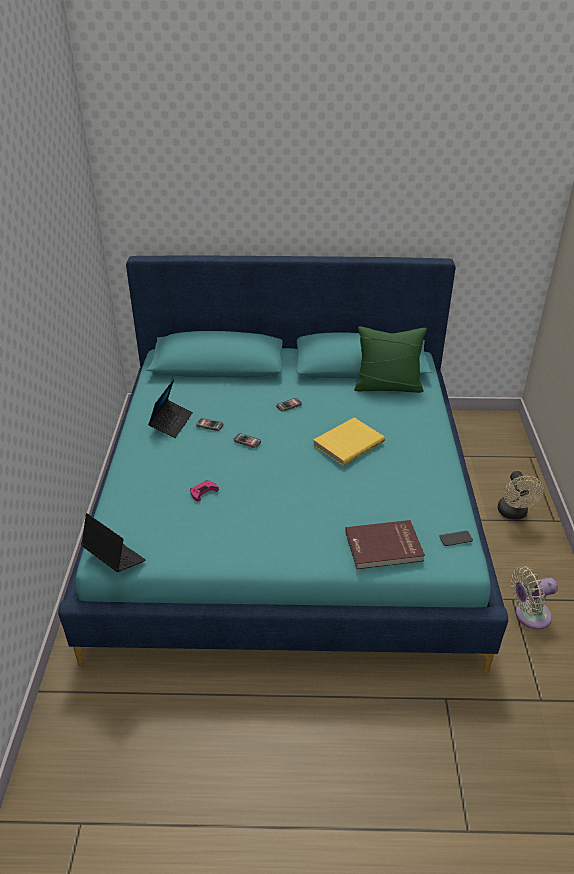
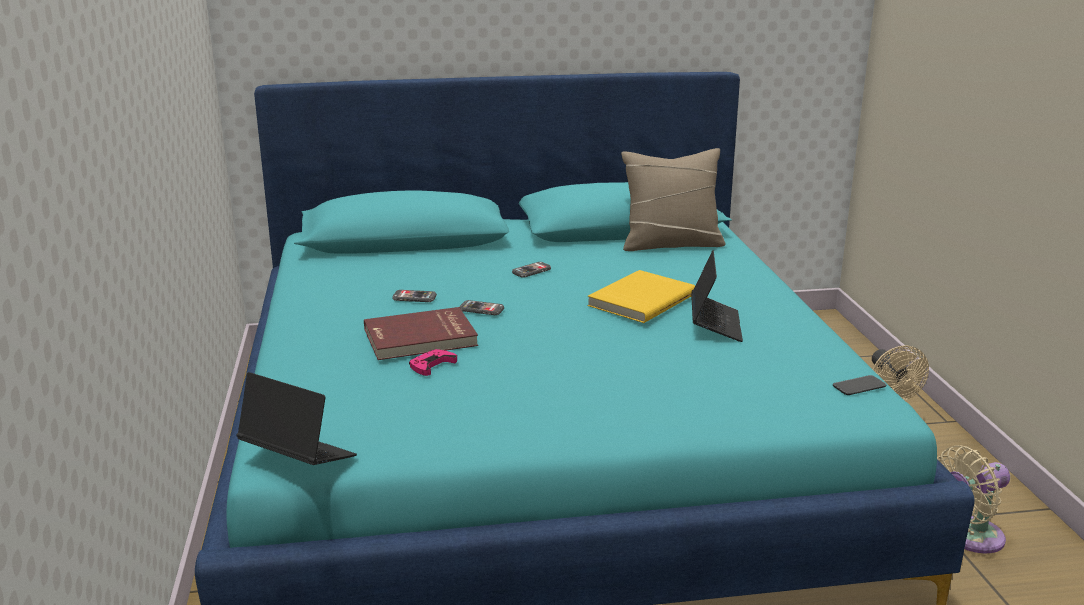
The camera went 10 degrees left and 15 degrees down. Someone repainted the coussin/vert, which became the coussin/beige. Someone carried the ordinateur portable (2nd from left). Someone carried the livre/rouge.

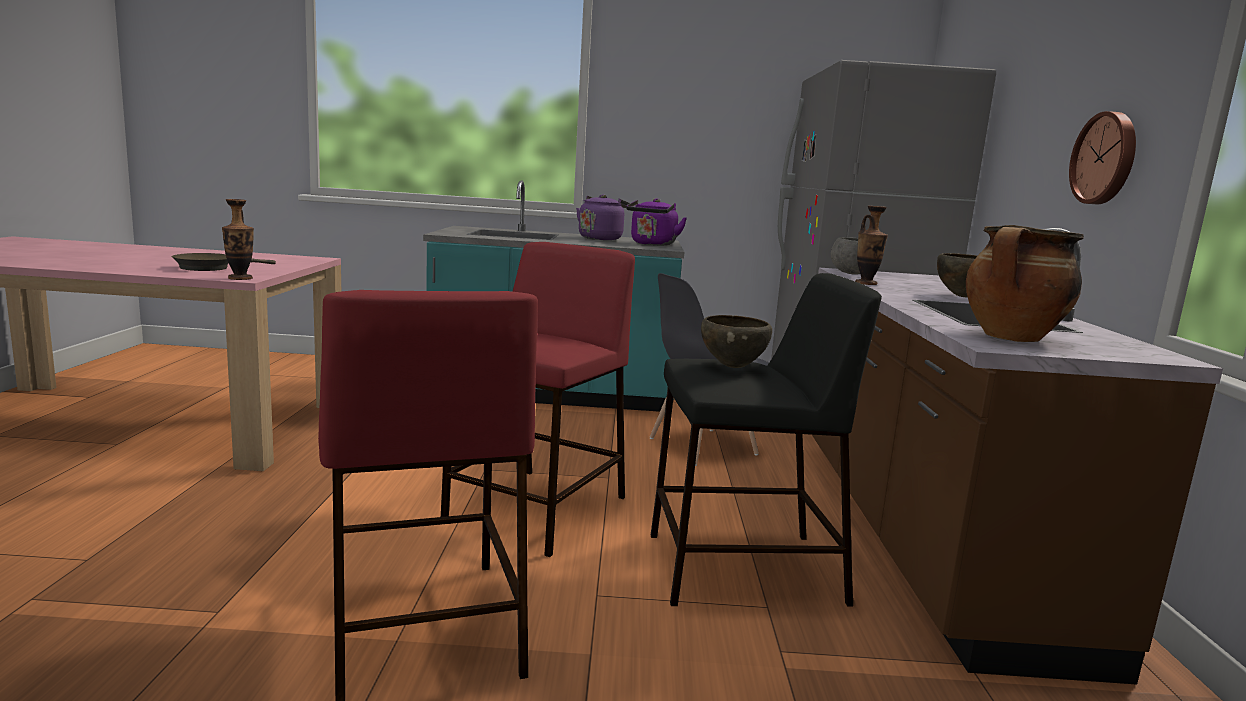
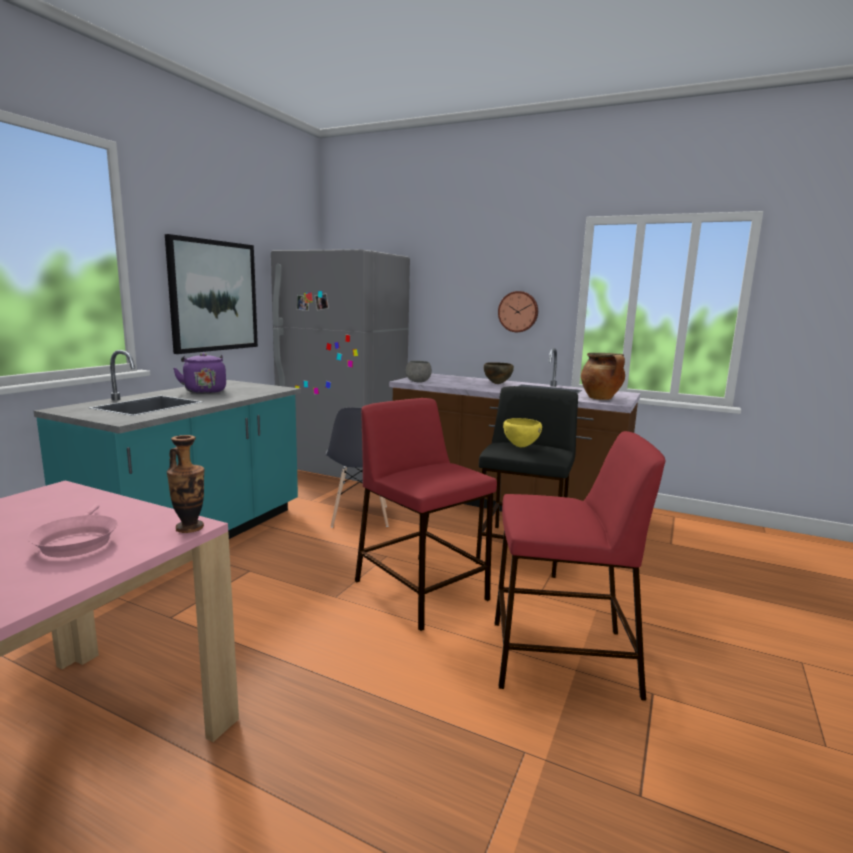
The camera went 65 degrees left and 0 degrees up. Someone took away the bouilloire/violet (2nd from left). Someone took away the vase (2nd from left). Someone repainted the poêle/marron, which became the poêle/rose. Someone repainted the bol/marron (1st from left), which became the bol/jaune. Someone put up the tableau.

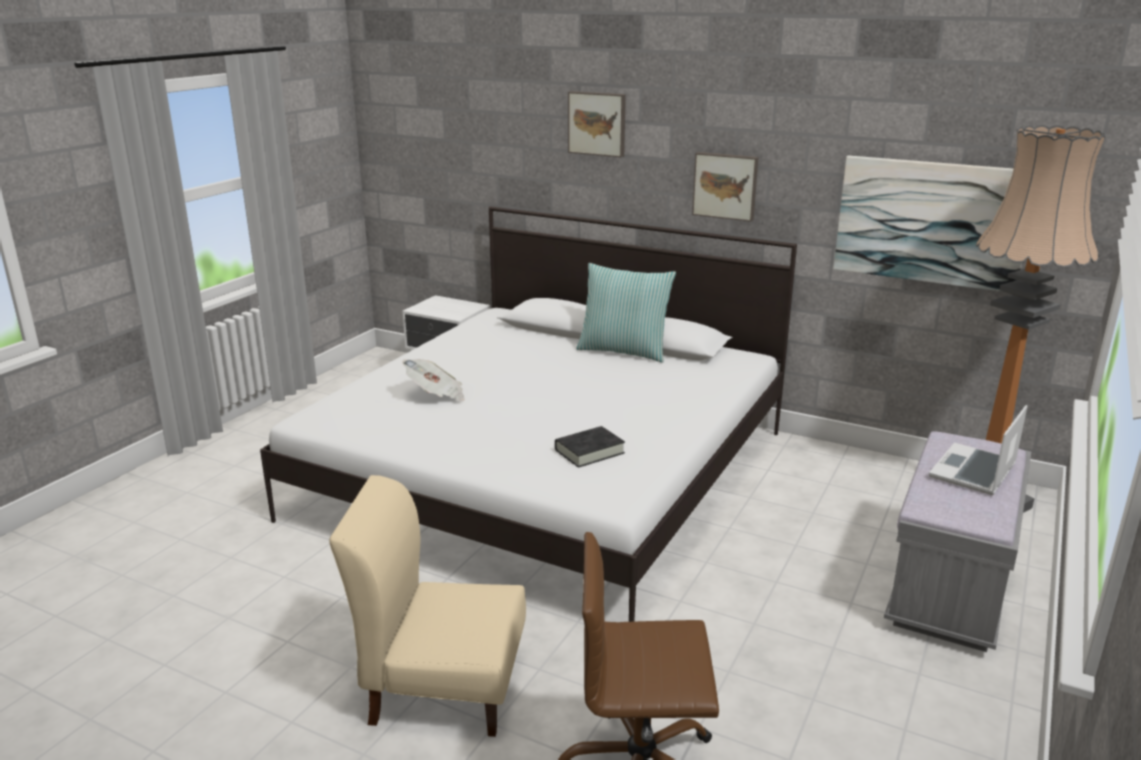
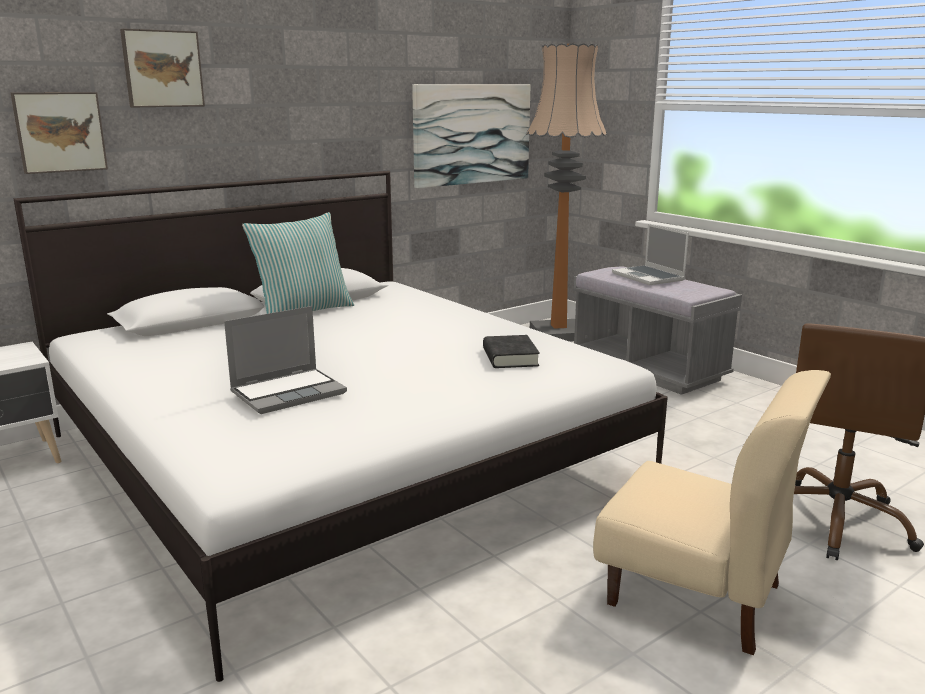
The camera went 65 degrees left and 5 degrees down. Someone carried the tableau (2nd from left in the first image). Someone swapped the journal for the ordinateur portable (1st from left). Someone rotated the chaise/beige by 90 degrees counterclockwise.

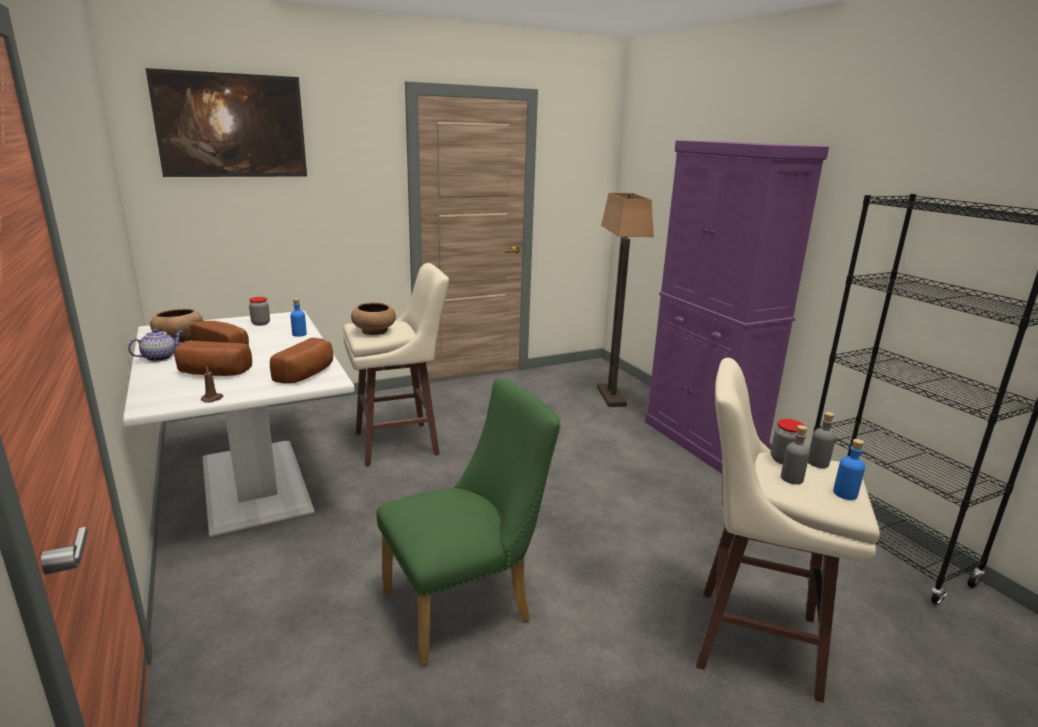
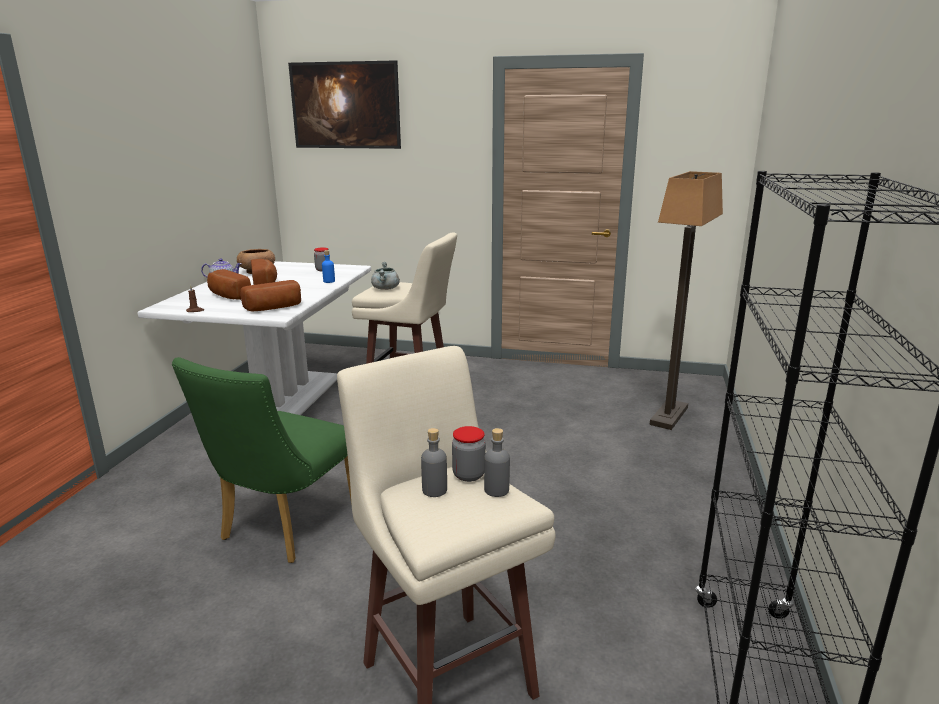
The camera went 40 degrees right and 0 degrees up. Someone took away the meuble de rangement/violet. Someone swapped the bol/marron (2nd from left) for the marmite/gris. Someone rotated the chaise/vert by 105 degrees clockwise. Someone took away the bouteille/bleu (2nd from left).

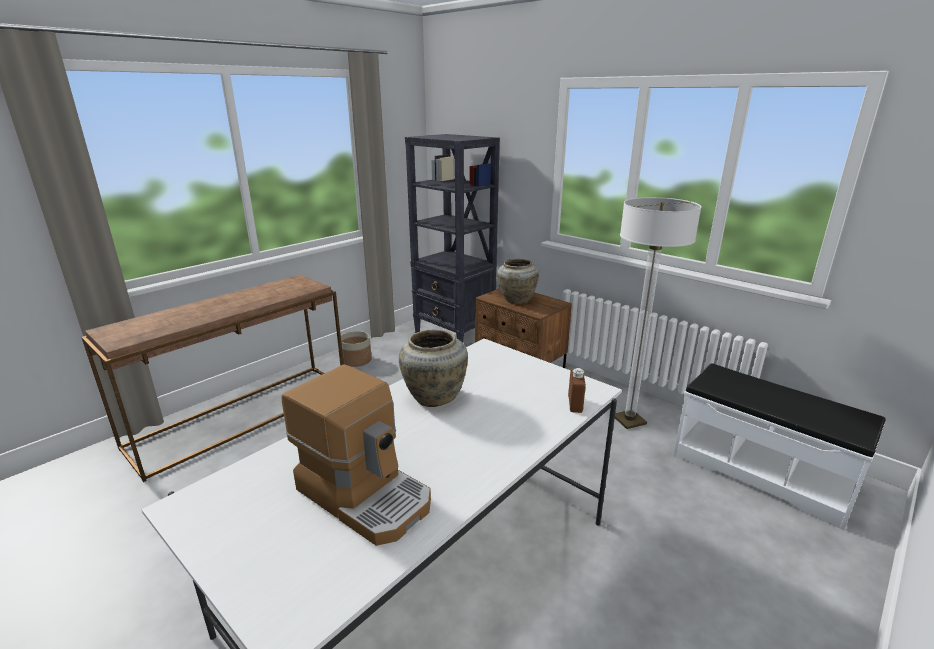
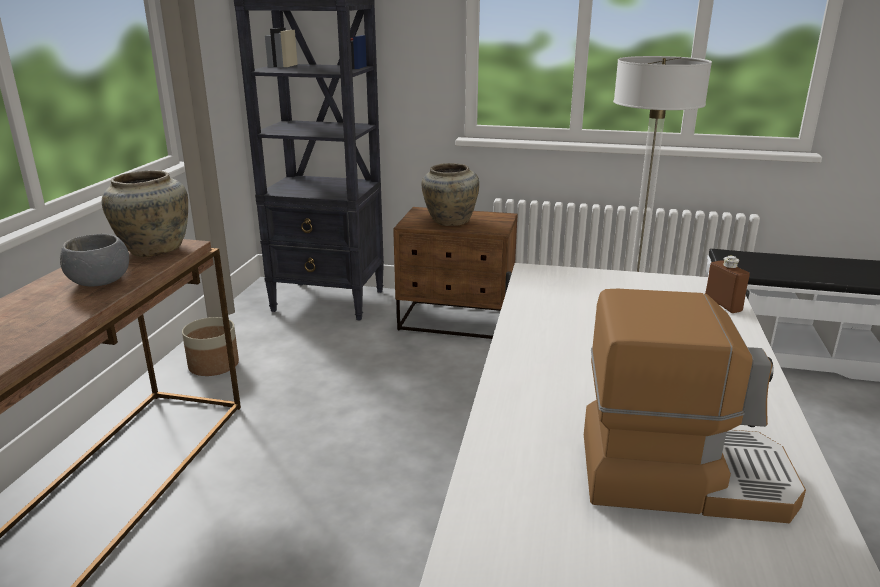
The camera went 30 degrees left and 0 degrees up. Someone carried the vase/beige (1st from left). Someone put down the bol/gris.

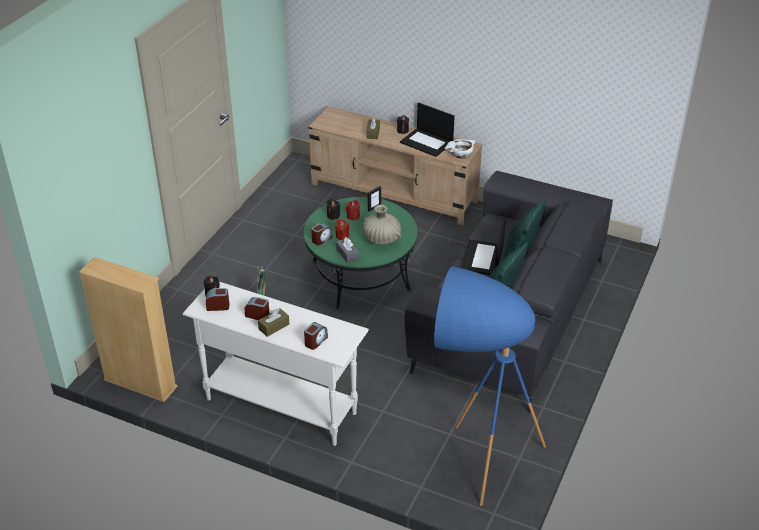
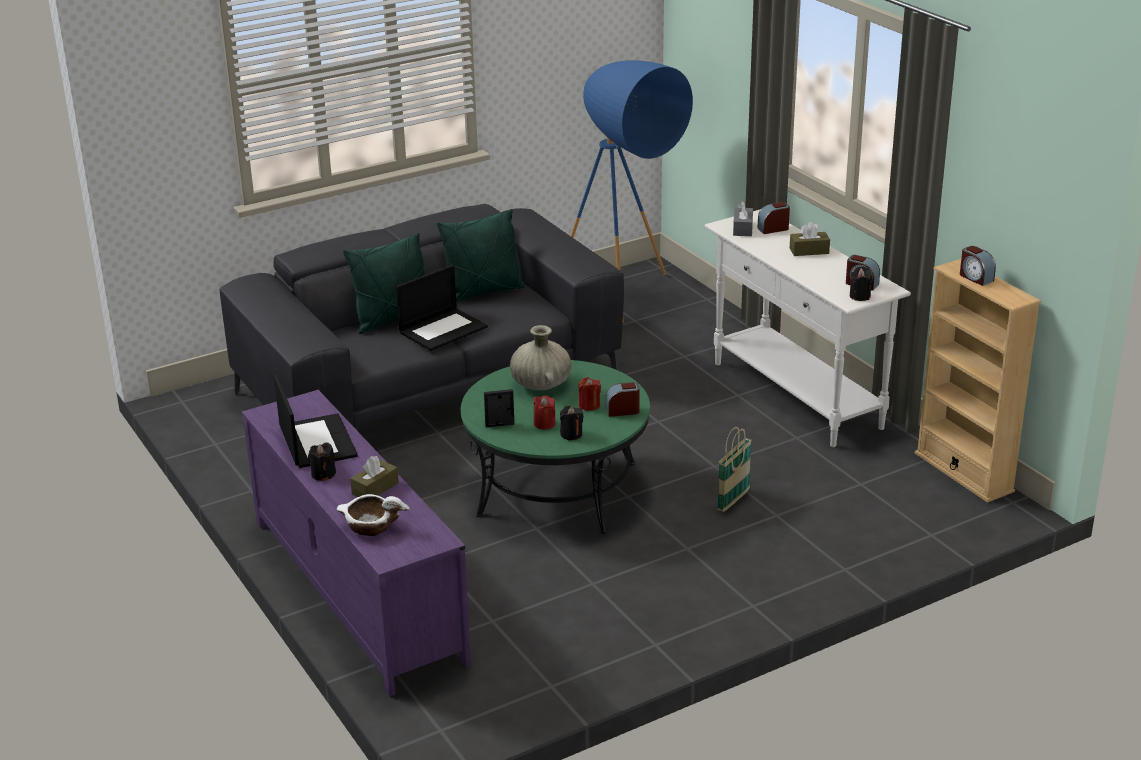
The camera went 145 degrees left and 10 degrees down. Someone repainted the meuble télé/beige, which became the meuble télé/violet. Someone carried the bol/blanc. Someone carried the boîte à mouchoirs/gris. Someone carried the réveil (2nd from left in the first image).

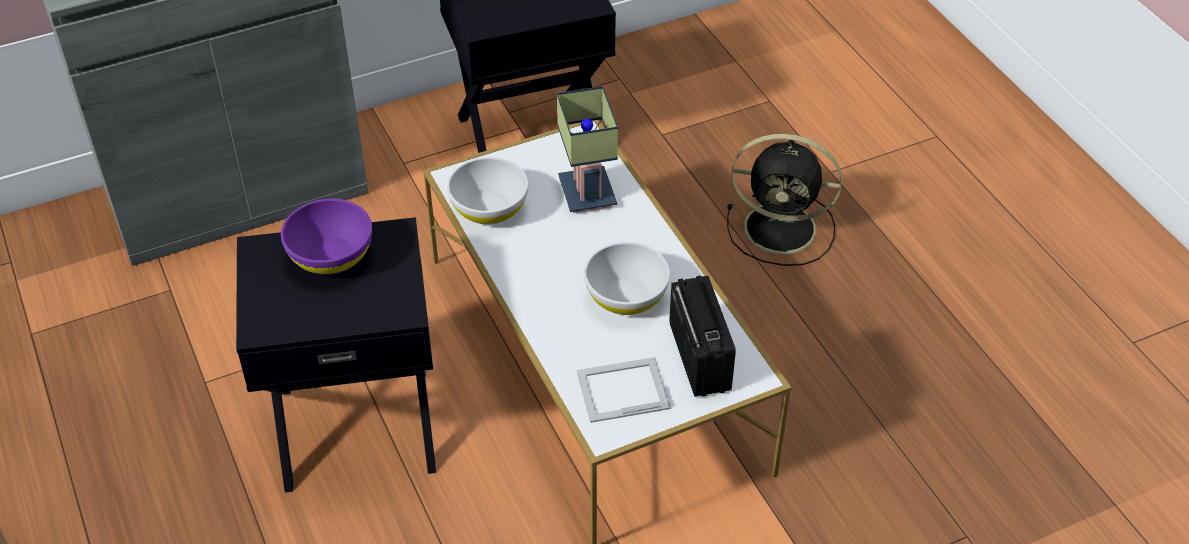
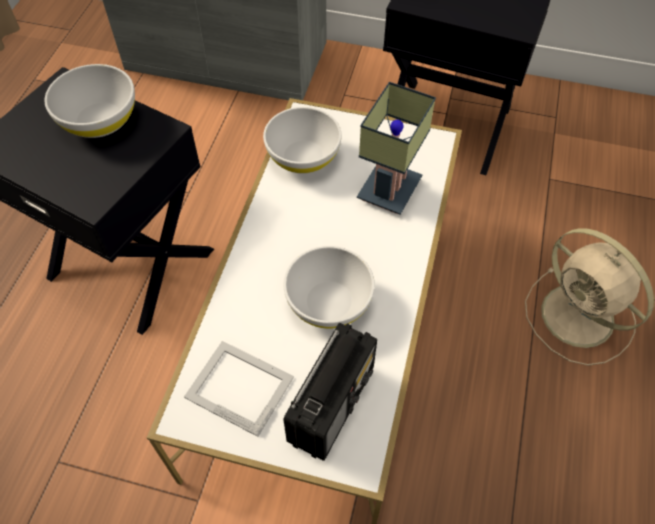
The camera went 40 degrees right and 10 degrees up. Someone repainted the ventilateur/noir, which became the ventilateur/beige. Someone repainted the bol/violet, which became the bol/blanc (1st from left).

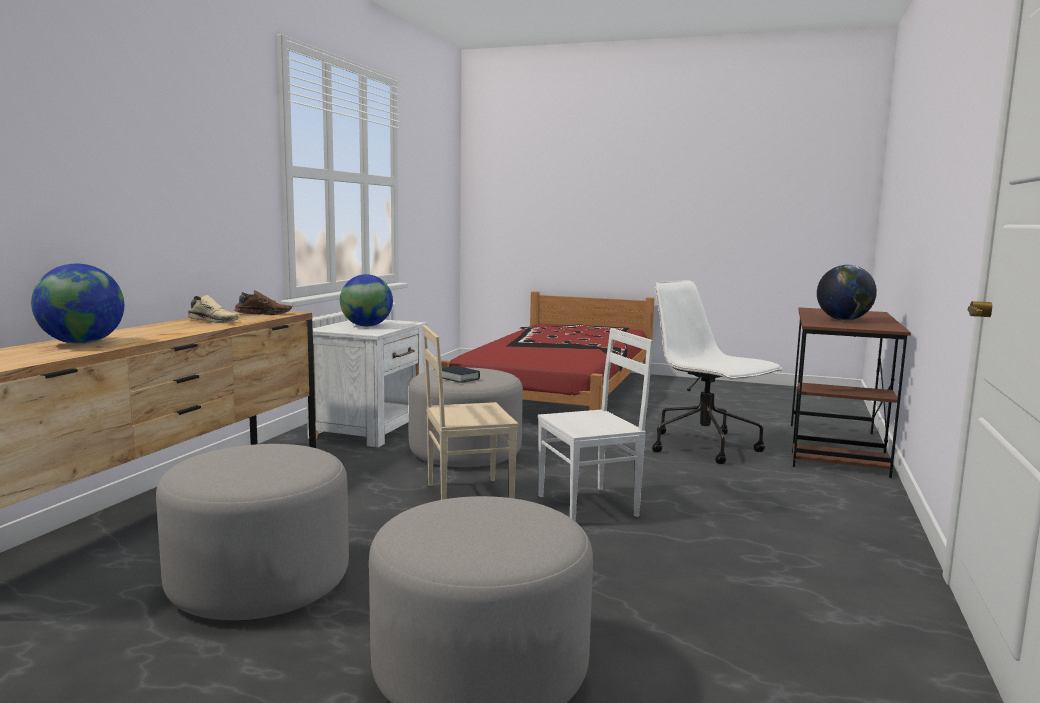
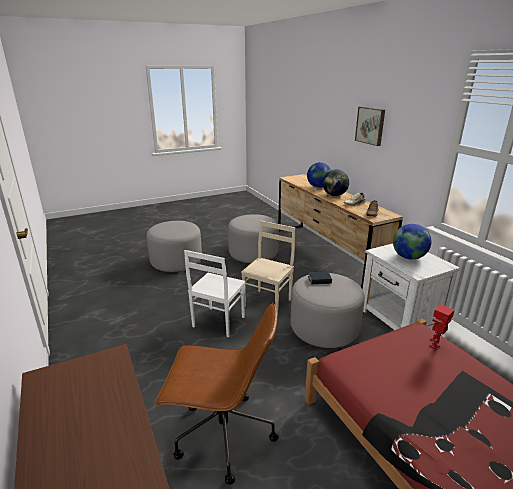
The camera went 135 degrees right and 15 degrees up. Someone carried the globe (3rd from left in the first image). Someone repainted the chaise de bureau/blanc, which became the chaise de bureau/marron. Someone put up the tableau. Someone put down the robot jouet.

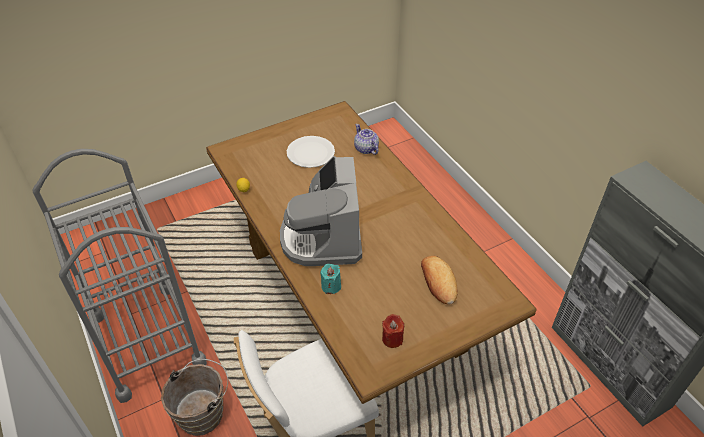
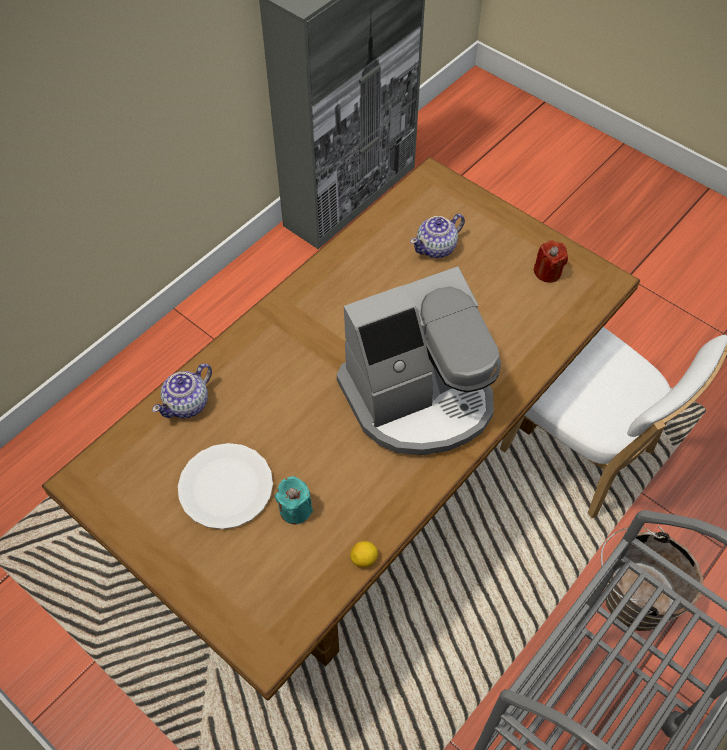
The camera went 110 degrees left and 10 degrees up. Someone swapped the pain for the théière (2nd from left). Someone carried the bougie/turquoise.

